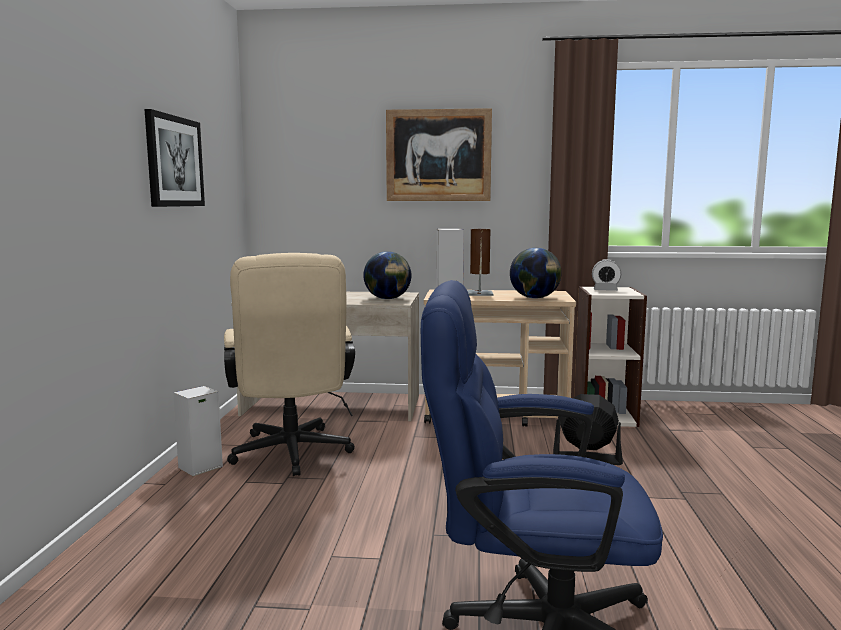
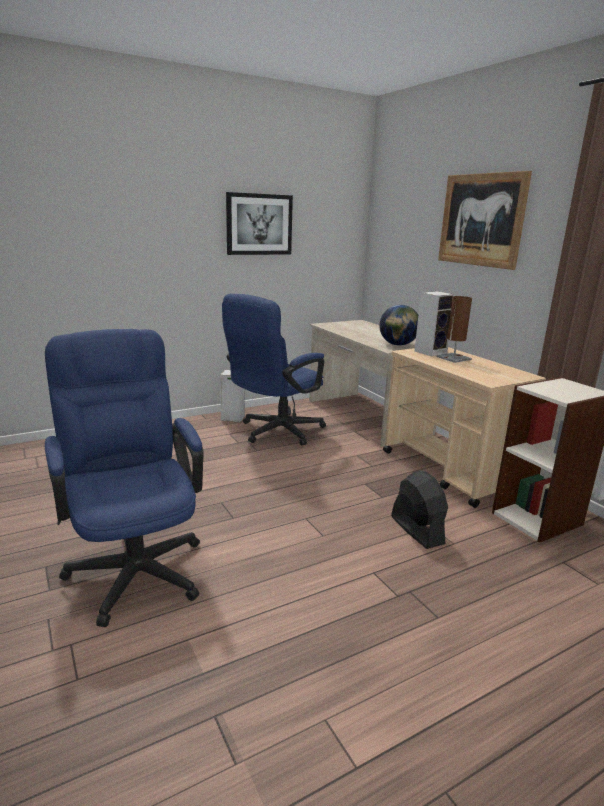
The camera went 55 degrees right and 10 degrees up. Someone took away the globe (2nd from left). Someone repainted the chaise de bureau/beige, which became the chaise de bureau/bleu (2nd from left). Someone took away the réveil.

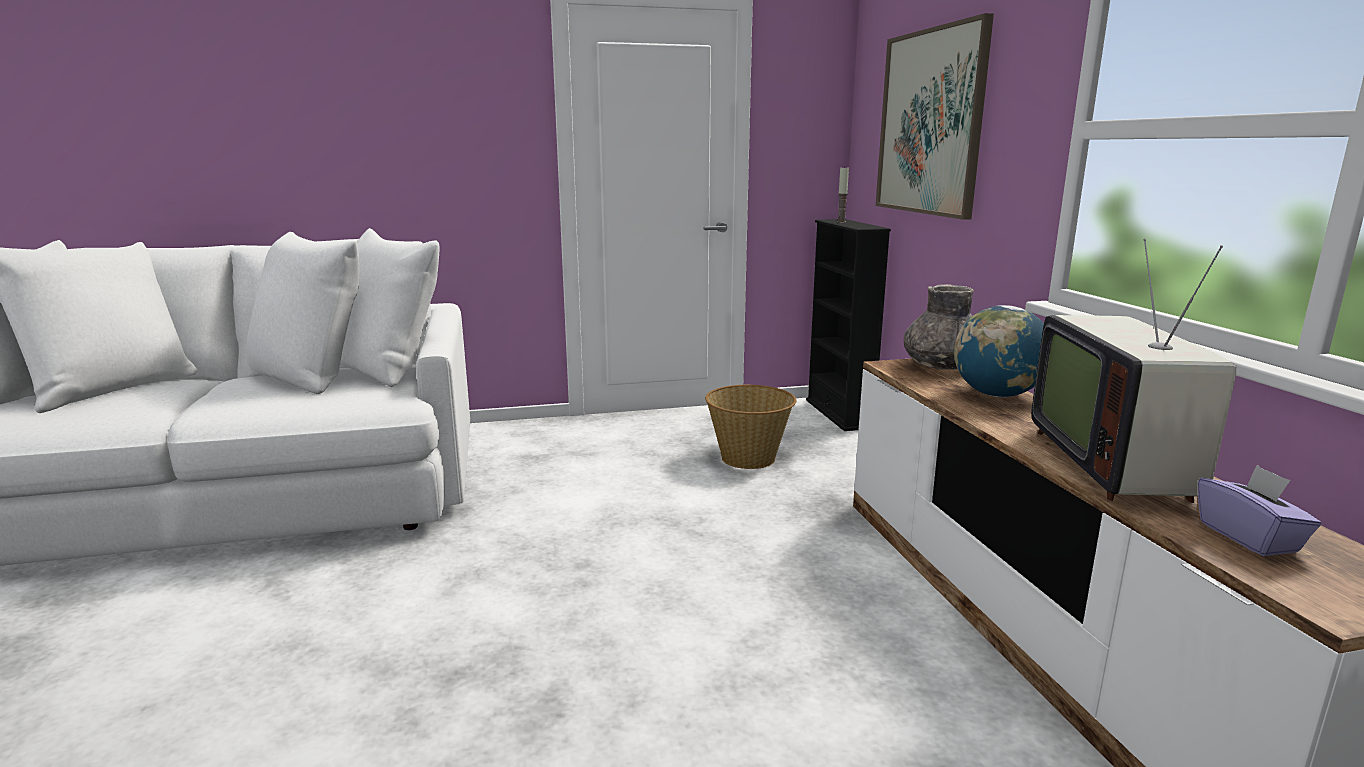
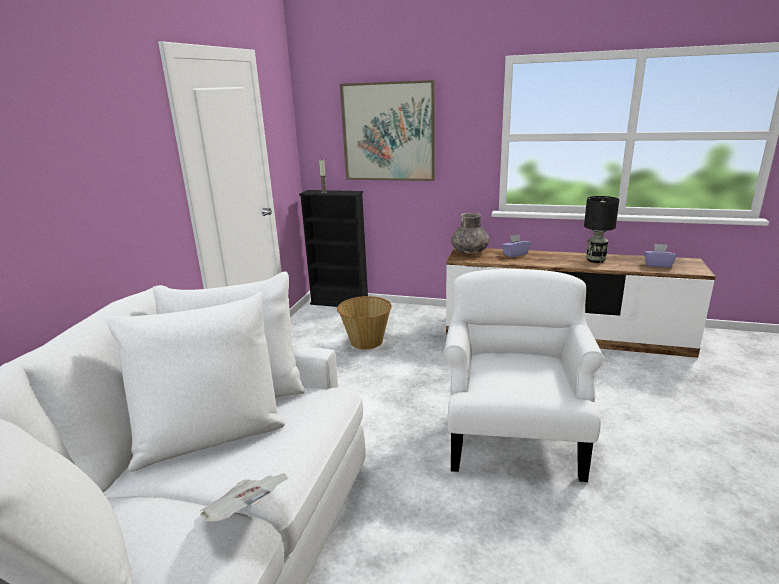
The camera went 60 degrees left and 5 degrees up. Someone swapped the téléviseur for the lampe de table/noir. Someone swapped the globe for the boîte à mouchoirs/violet (1st from left). Someone put down the fauteuil/blanc. Someone put down the journal.

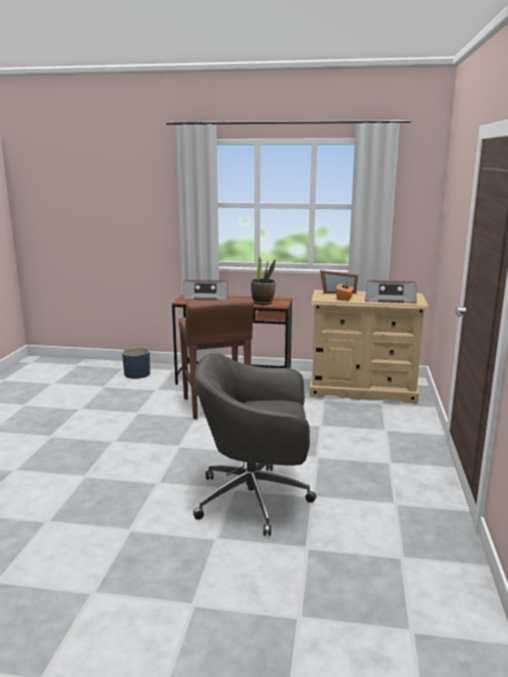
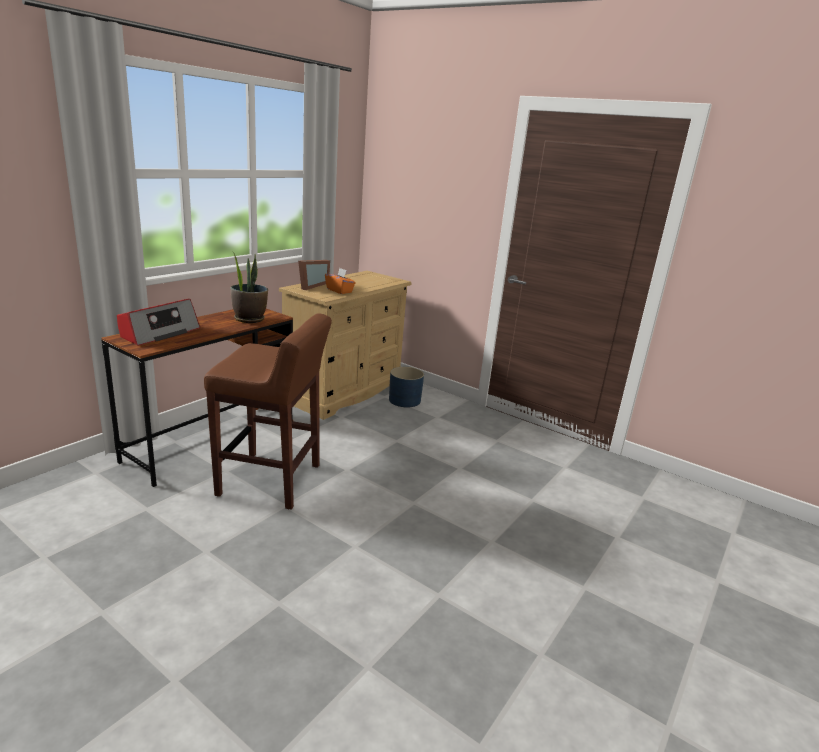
The camera went 65 degrees left and 5 degrees up. Someone took away the radio (2nd from left). Someone carried the cache-pot/bleu. Someone took away the chaise de bureau/gris.

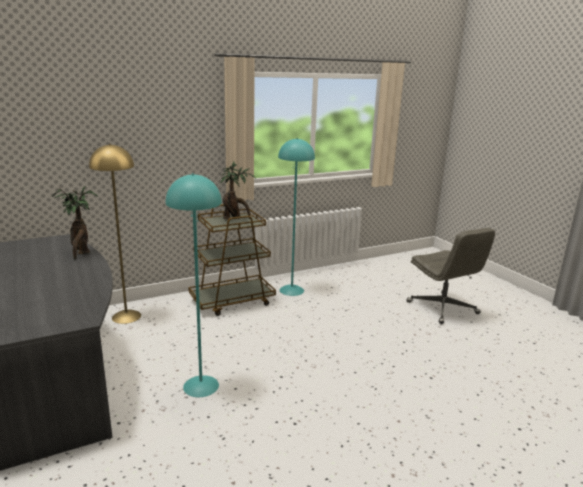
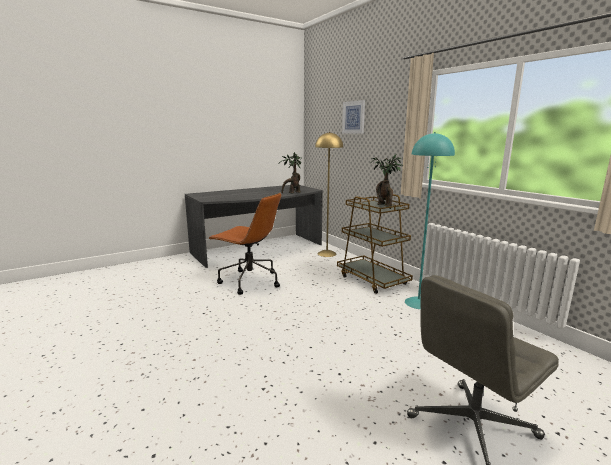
The camera went 85 degrees right and 5 degrees down. Someone swapped the lampadaire/turquoise (1st from left) for the chaise de bureau/marron. Someone put up the tableau.

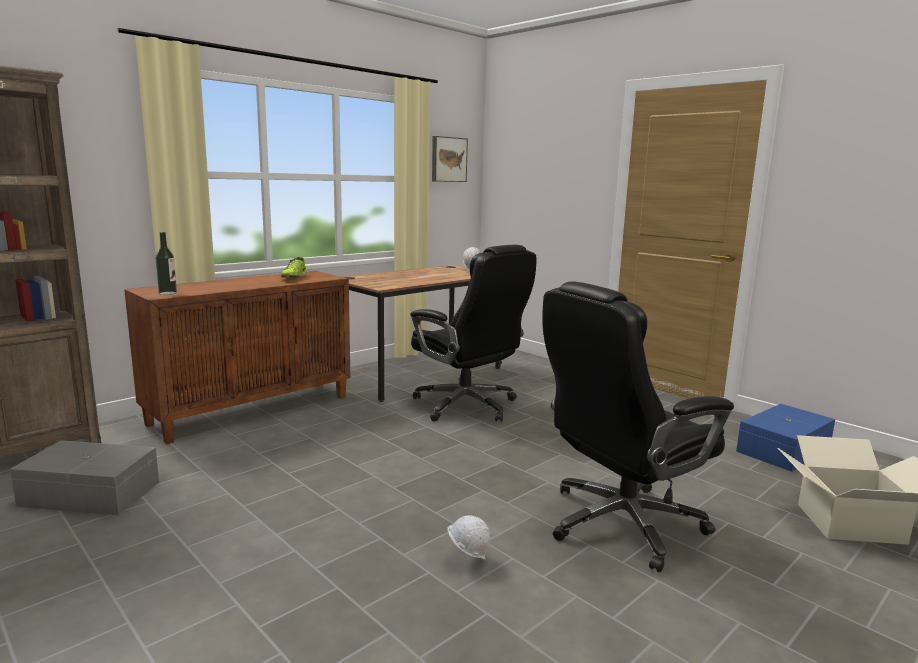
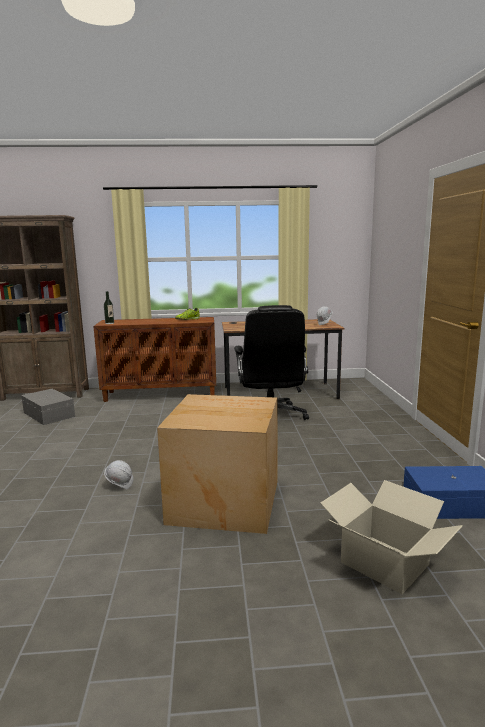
The camera went 40 degrees right and 0 degrees up. Someone took away the tableau. Someone swapped the chaise de bureau/noir (2nd from left) for the carton (1st from left).

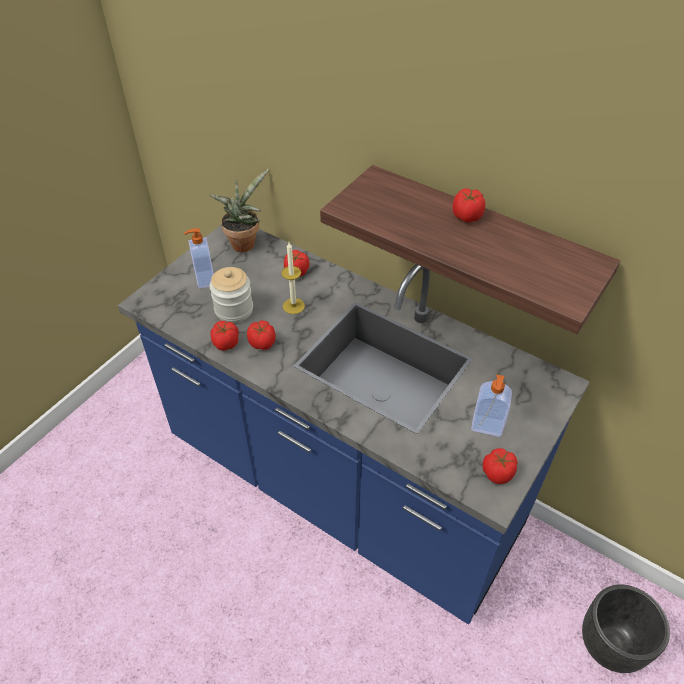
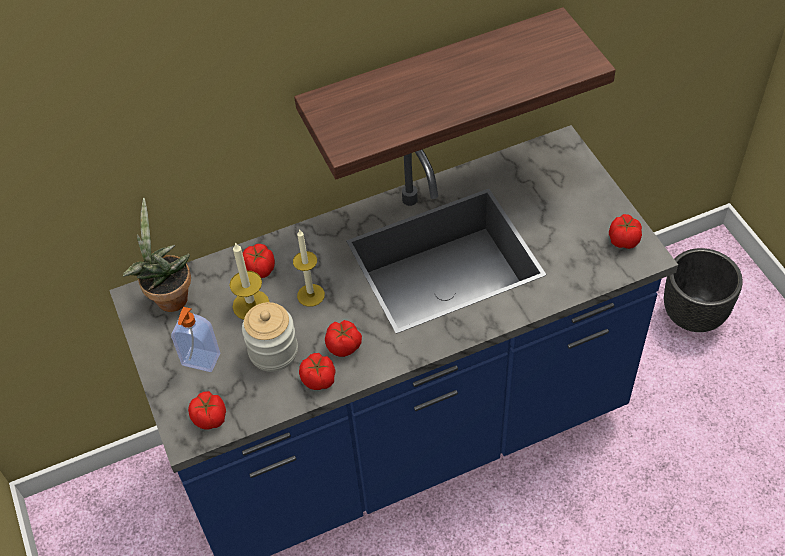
The camera went 55 degrees left and 5 degrees up. Someone carried the tomate (4th from left in the first image). Someone took away the distributeur de savon (2nd from left). Someone put down the bougie (1st from left).

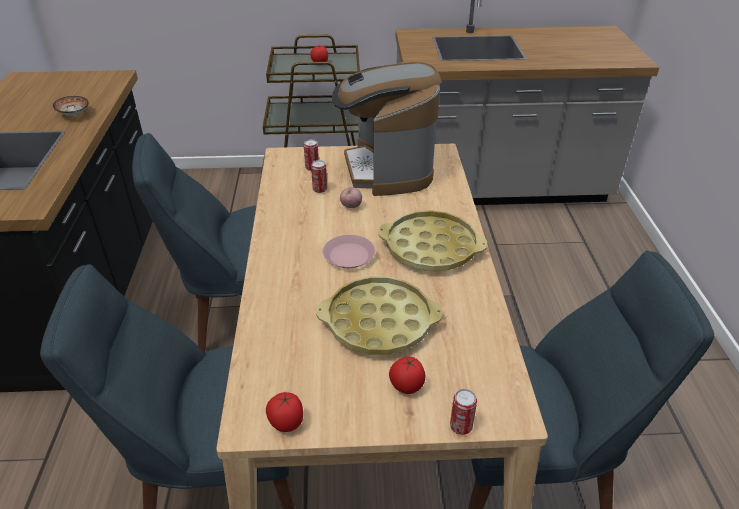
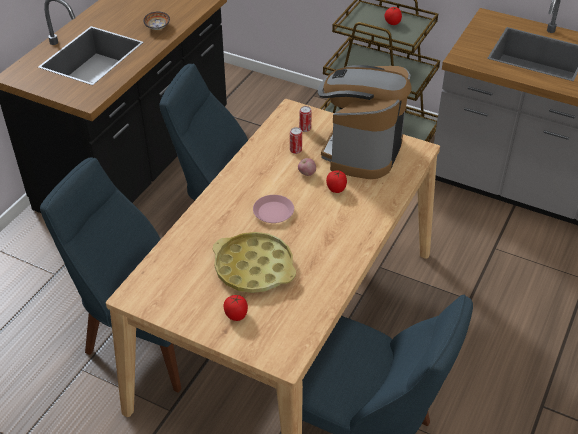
The camera went 30 degrees right and 5 degrees up. Someone took away the plateau/jaune (2nd from left). Someone took away the boîte métallique (3rd from left). Someone carried the tomate (1st from left in the first image).

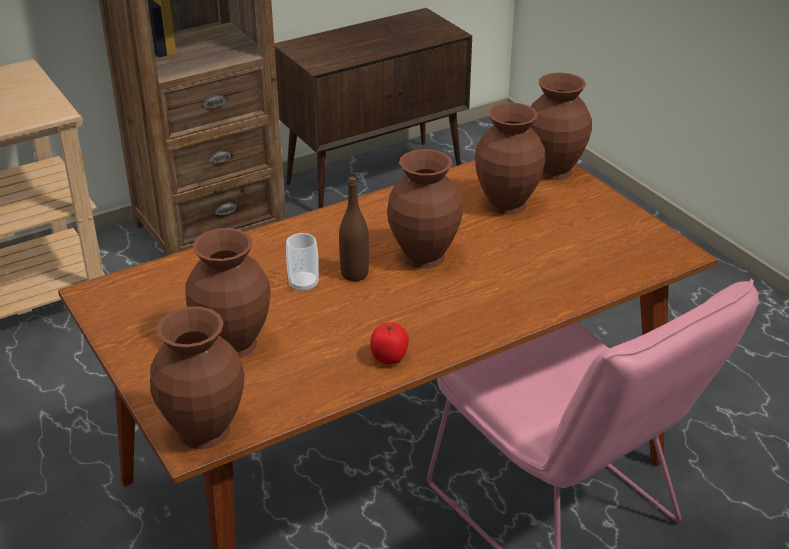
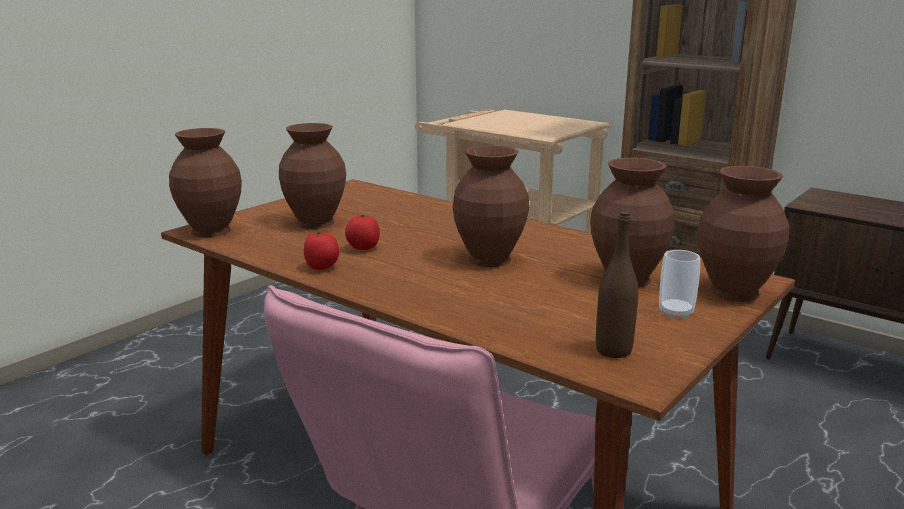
The camera went 70 degrees right and 15 degrees down. Someone carried the bouteille/marron. Someone carried the tasse. Someone put down the tomate (2nd from left).

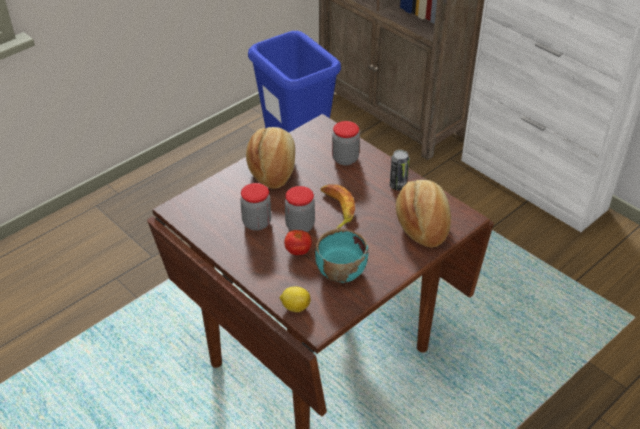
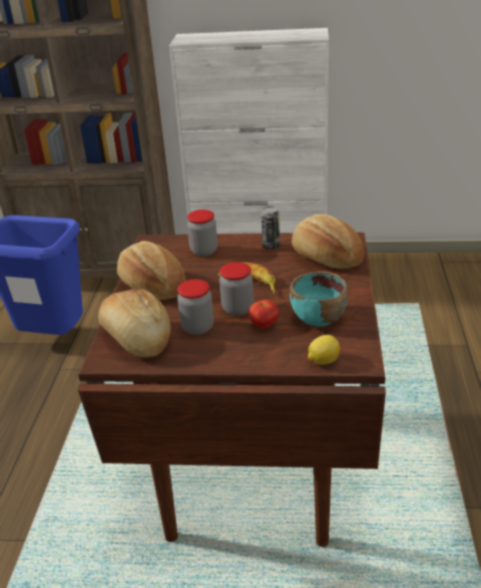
The camera went 40 degrees left and 10 degrees down. Someone put down the pain (1st from left).

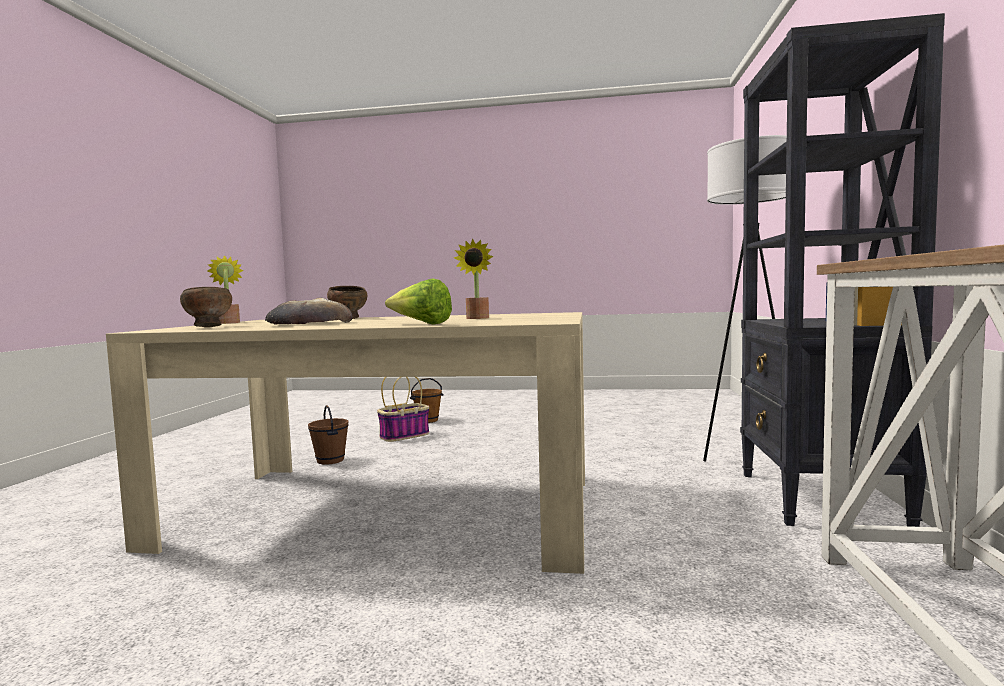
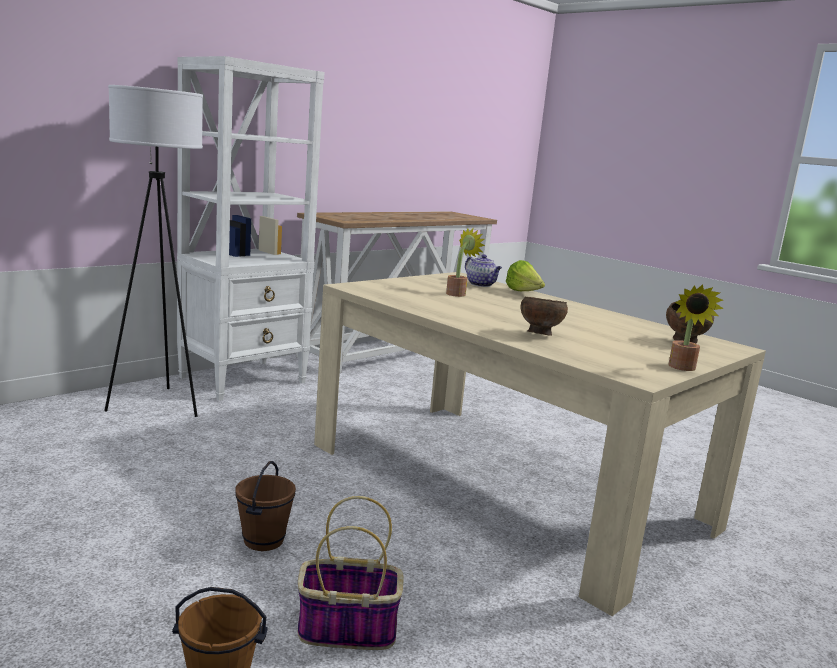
The camera went 145 degrees left and 10 degrees up. Someone repainted the bibliothèque/noir, which became the bibliothèque/blanc. Someone took away the pain. Someone carried the seau/marron (1st from left in the first image). Someone put down the théière.

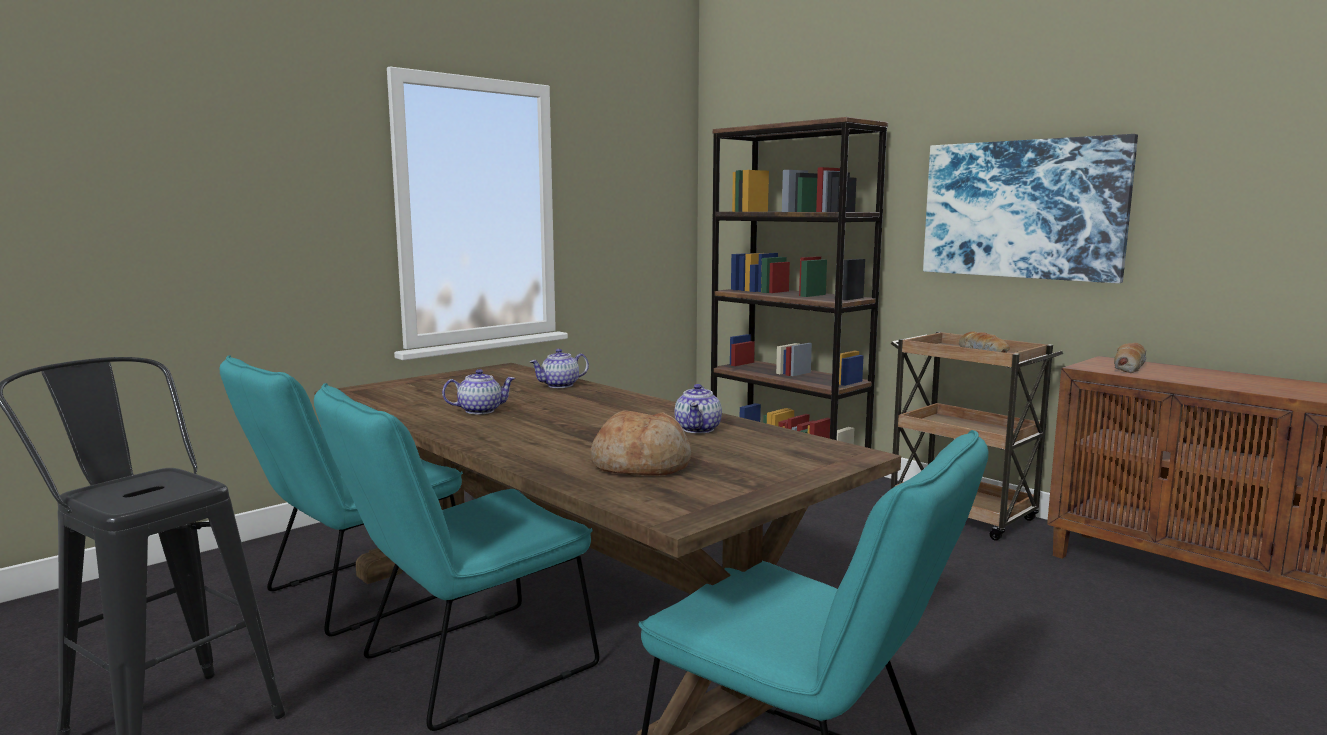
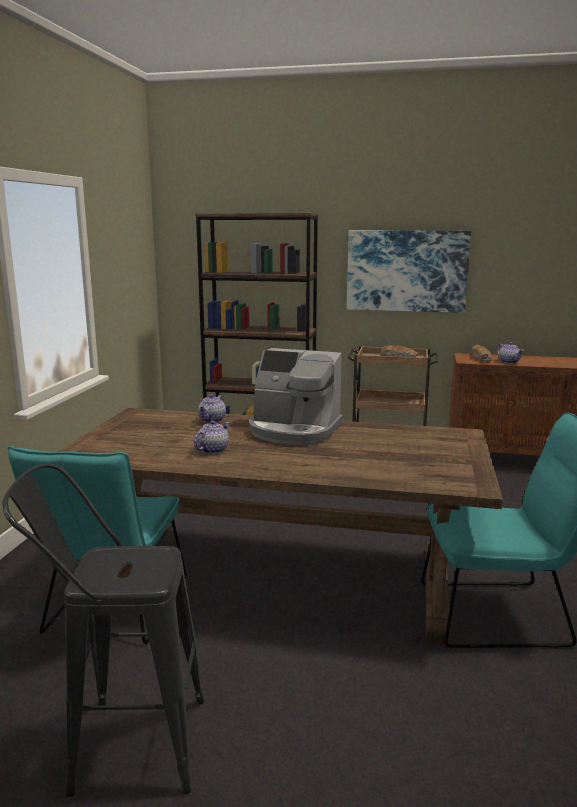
The camera went 35 degrees left and 5 degrees up. Someone took away the chaise/turquoise (2nd from left). Someone carried the théière (3rd from left). Someone took away the pain (1st from left). Someone put down the machine à café.

